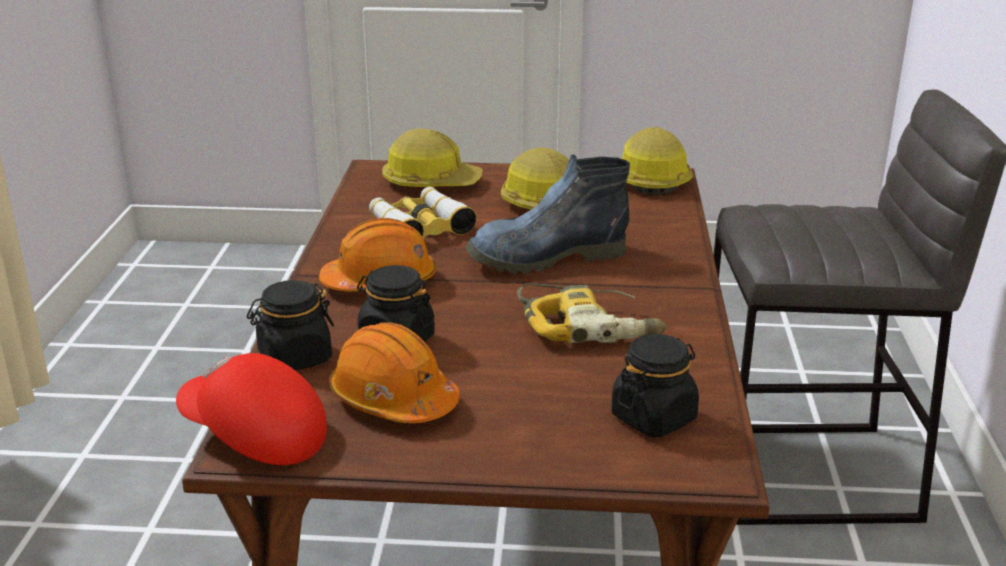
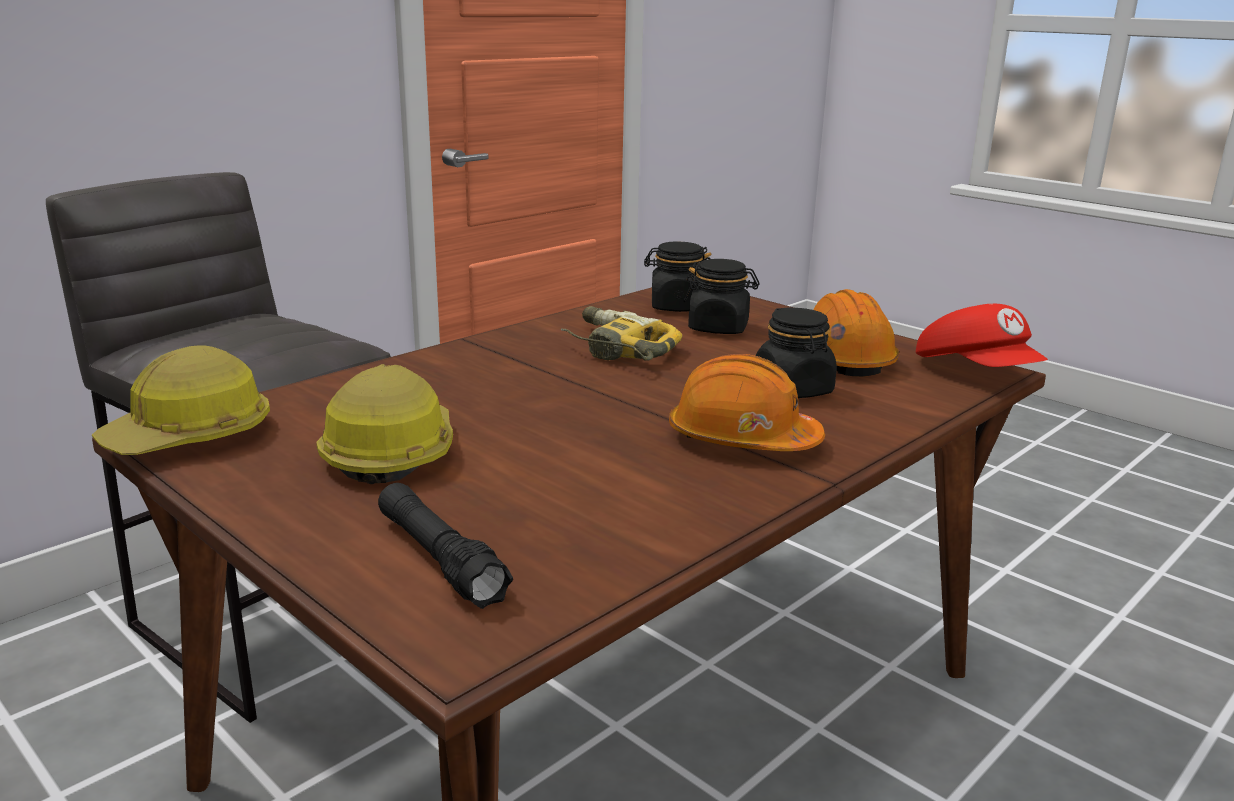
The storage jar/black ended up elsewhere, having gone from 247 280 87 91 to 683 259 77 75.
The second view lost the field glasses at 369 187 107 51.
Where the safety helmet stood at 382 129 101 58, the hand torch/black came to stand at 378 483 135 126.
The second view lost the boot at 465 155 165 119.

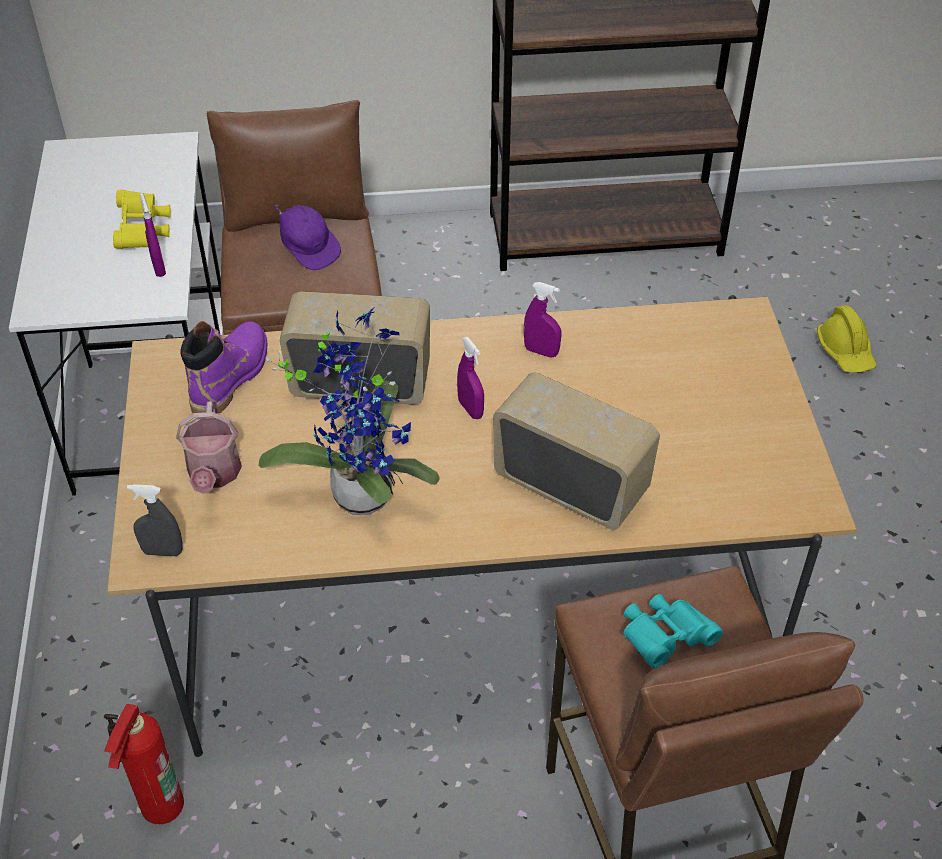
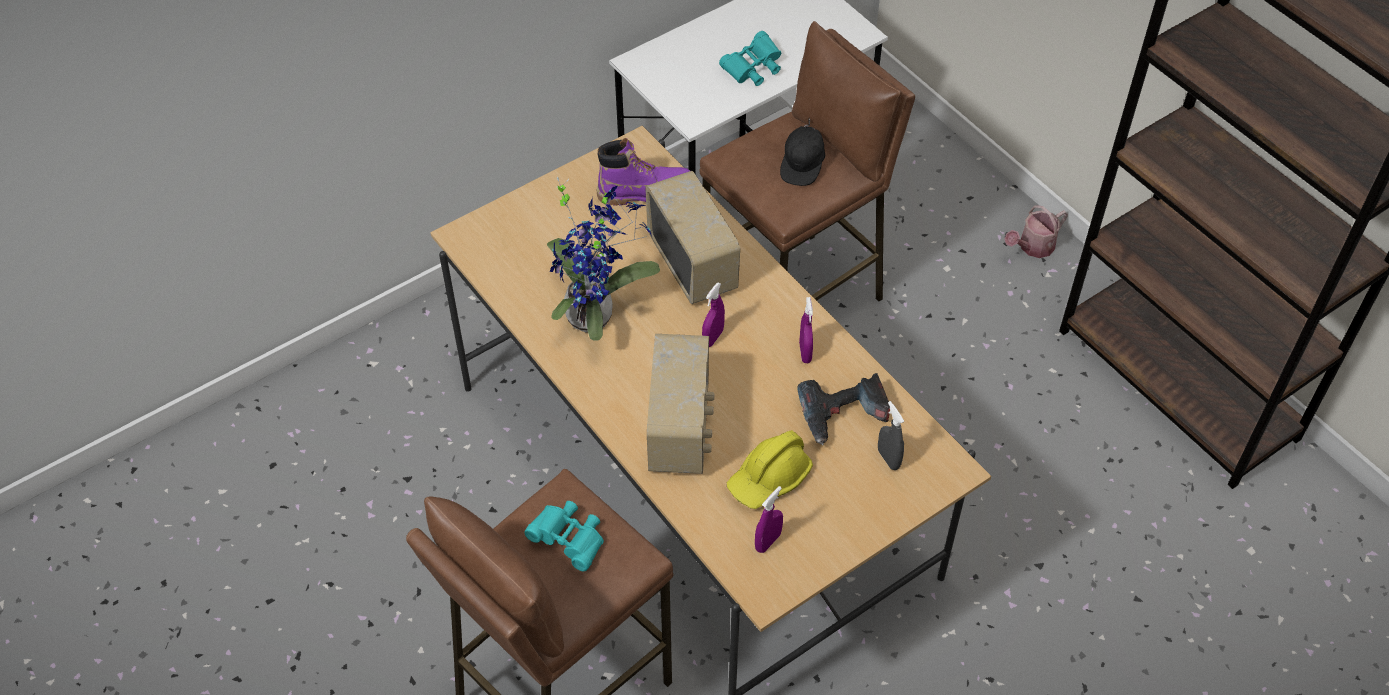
The second view lost the fire extinguisher at 104 704 80 120.
What was the field glasses/yellowish at 113 190 58 59 turned into the field glasses/turquoise-coloured at 719 31 62 55.
The sprayer/greyish ended up elsewhere, having gone from 127 484 56 72 to 878 401 26 69.
The sprayer/purple ended up elsewhere, having gone from 140 193 26 84 to 755 486 28 67.
The watering can ended up elsewhere, having gone from 176 402 66 92 to 1004 205 64 53.
What was the peaked cap/purple at 274 204 67 66 turned into the peaked cap/black at 780 118 45 68.
The safety helmet/yellowish ended up elsewhere, having gone from 817 305 60 68 to 727 430 86 79.
The second view gained the power drill at 797 373 93 72.

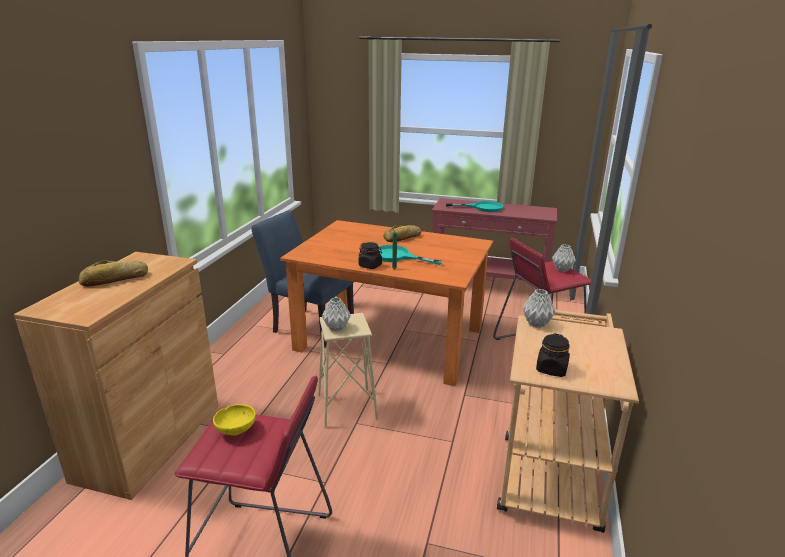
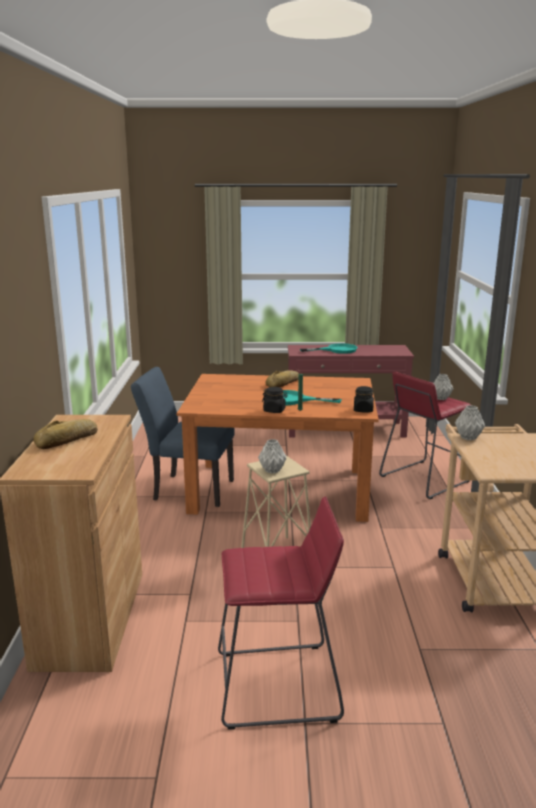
The second view lost the serving bowl/yellowish at 213 404 43 32.
The storage jar/black ended up elsewhere, having gone from 536 333 34 44 to 354 386 20 26.

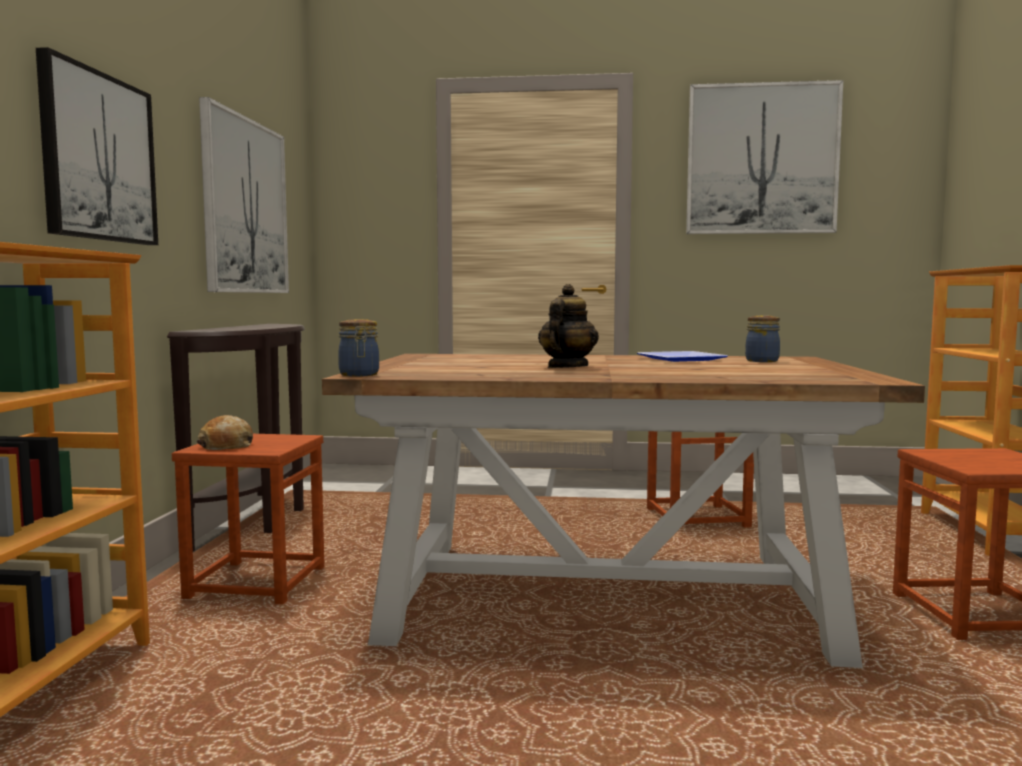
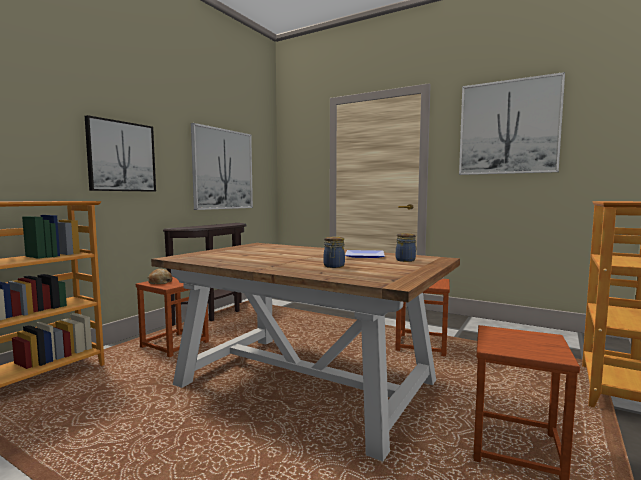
The storage jar ended up elsewhere, having gone from 338 319 41 58 to 323 236 22 32.
The second view lost the teapot at 538 284 61 84.

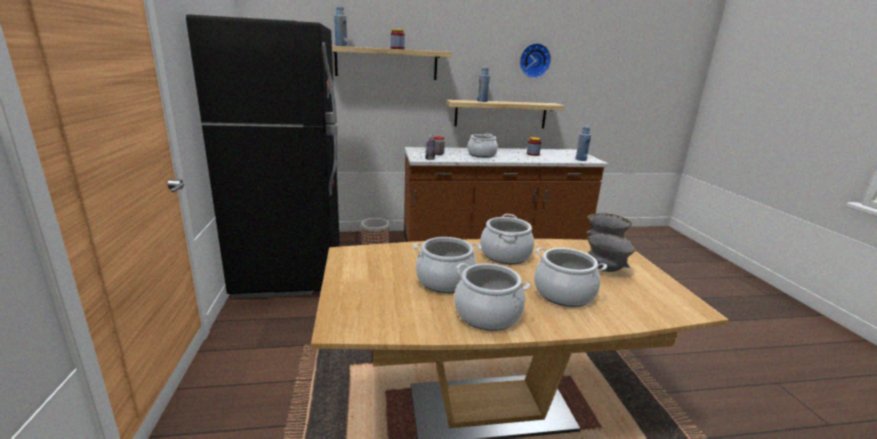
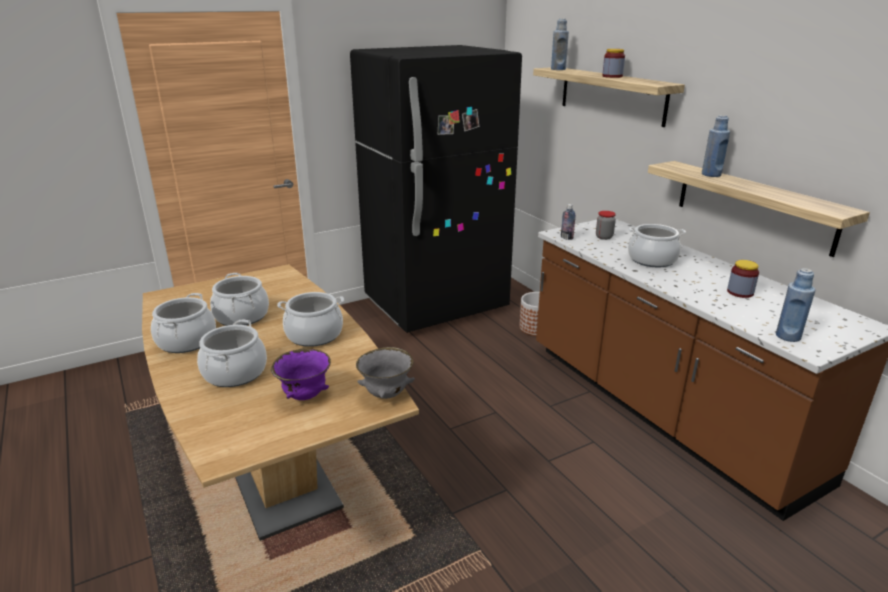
The second view lost the clock on the wall at 520 43 31 35.
What was the serving bowl/greyish at 587 233 50 39 turned into the serving bowl/purple at 271 348 60 52.

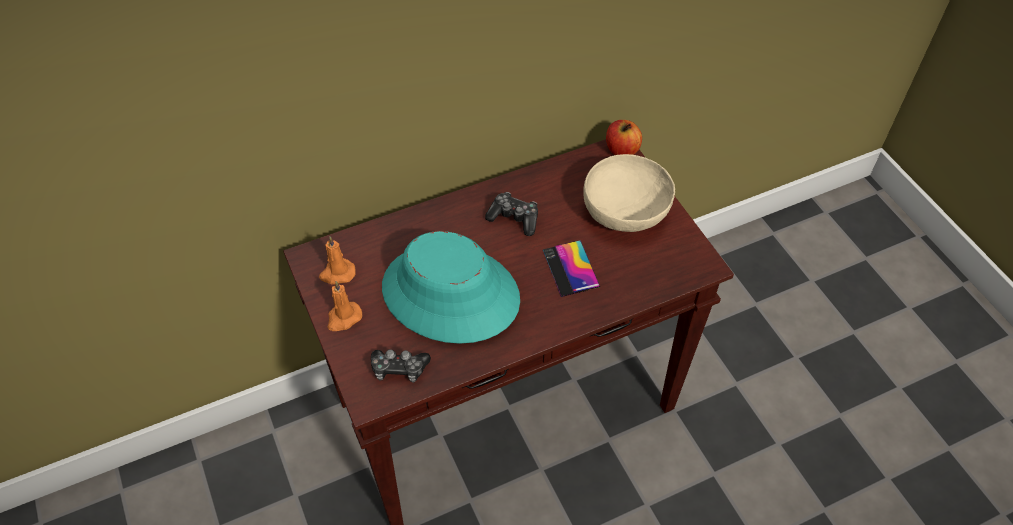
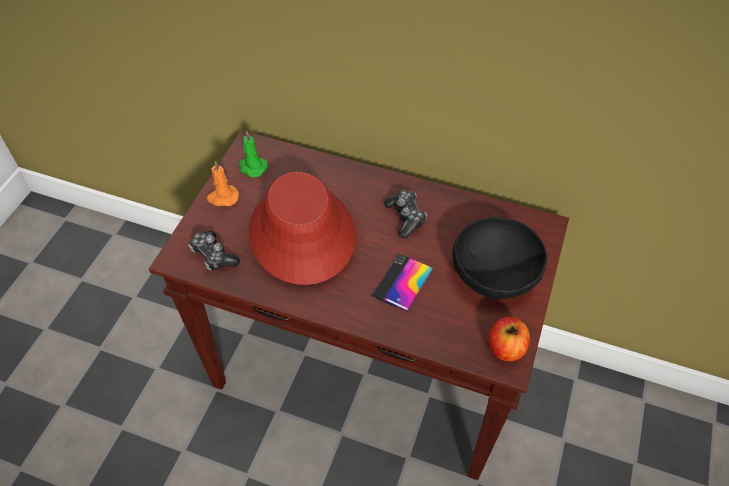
What was the wax candle/orange at 319 236 37 49 turned into the wax candle/greenish at 239 131 29 46.
What was the clothing hat/turquoise-coloured at 382 231 138 113 turned into the clothing hat/red at 249 172 107 113.
What was the serving bowl/sand-coloured at 583 154 92 78 turned into the serving bowl/black at 452 217 95 82.
The apple ended up elsewhere, having gone from 606 120 36 35 to 488 317 42 45.

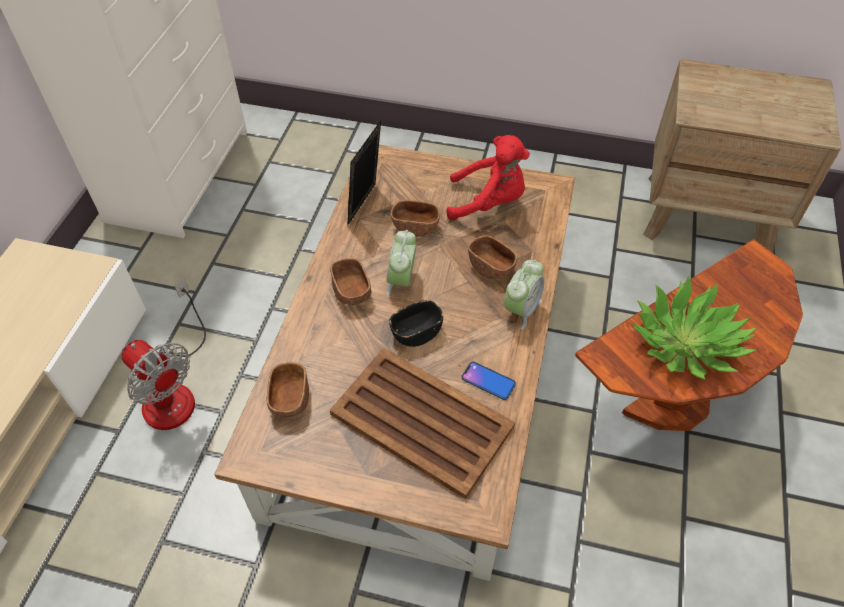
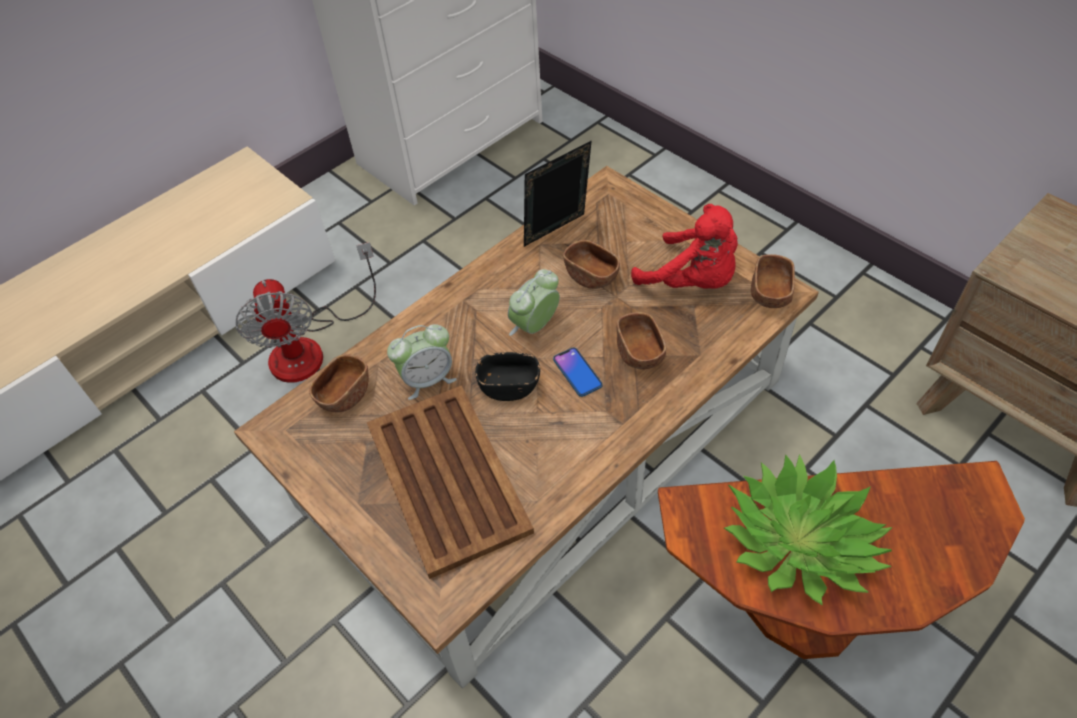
The serving bowl/brown ended up elsewhere, having gone from 330 258 41 47 to 751 254 44 54.
The telephone ended up elsewhere, having gone from 461 361 55 39 to 553 347 50 50.
The bedside clock ended up elsewhere, having gone from 504 260 41 70 to 387 324 70 76.

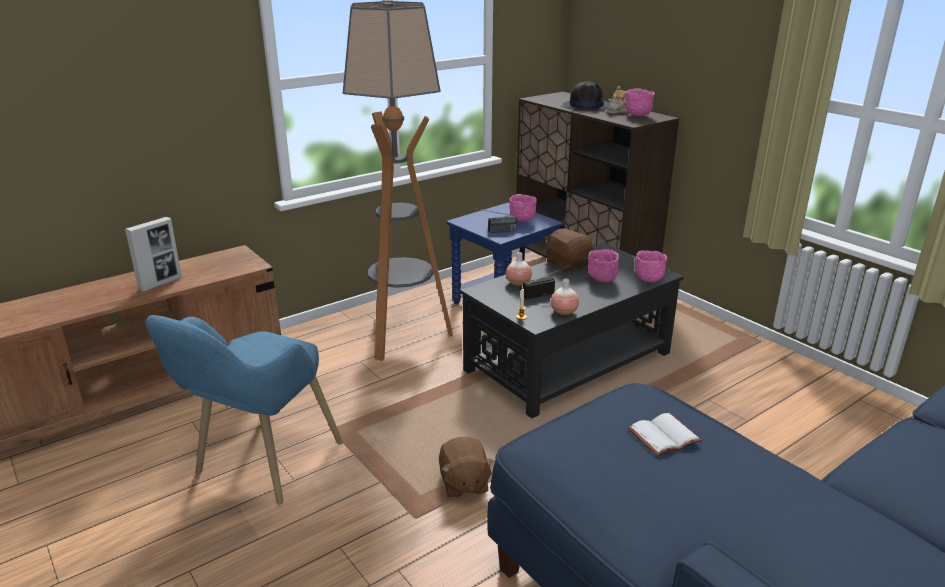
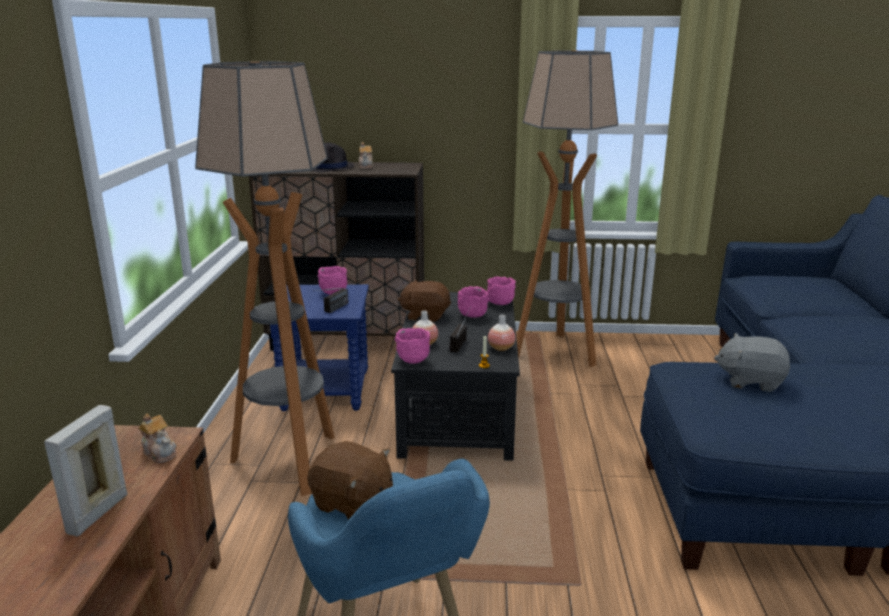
The picture frame at 125 217 57 75 ended up facing another way, 150 degrees counterclockwise from before.
The plush toy/brown ended up elsewhere, having gone from 439 437 55 60 to 307 441 86 79.
The serving bowl/pink-coloured ended up elsewhere, having gone from 626 88 29 28 to 395 328 35 36.
Where the volume/white-coloured stood at 628 413 74 43, the plush toy/greyish came to stand at 714 333 76 59.
The second view gained the teapot at 138 413 39 50.
The second view gained the floor lamp at 517 50 101 317.

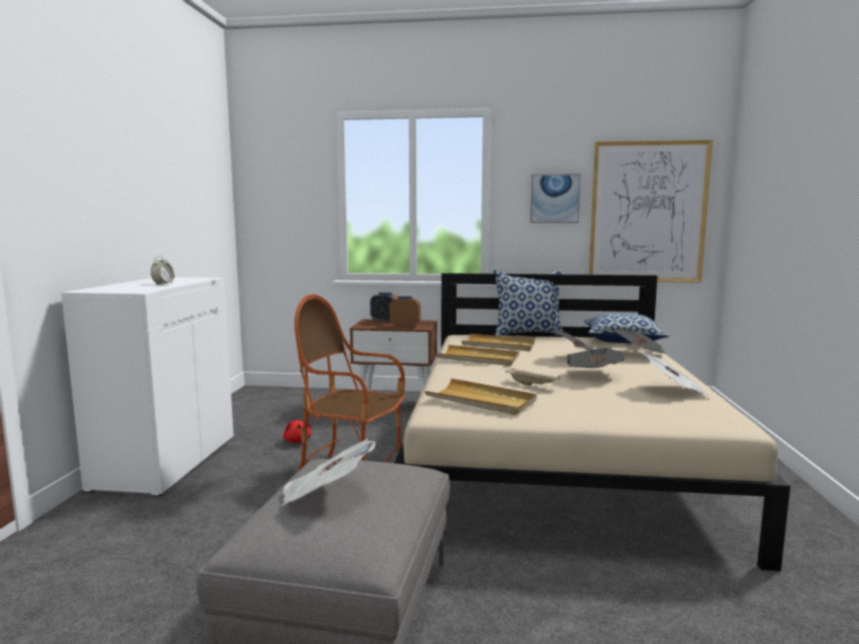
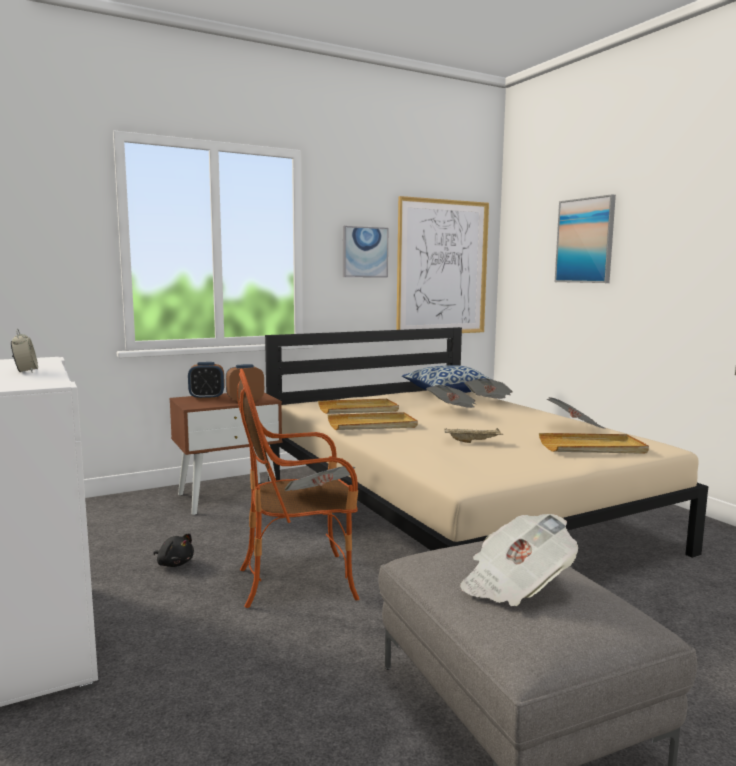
What was the plush toy/red at 283 420 28 23 turned into the plush toy/black at 153 533 41 34.
The carrying tray/sand-coloured ended up elsewhere, having gone from 425 378 112 37 to 539 433 110 21.
The second view lost the pillow at 493 269 70 67.
The daily paper ended up elsewhere, having gone from 567 348 58 20 to 285 466 70 25.
The second view gained the picture at 555 194 61 89.

